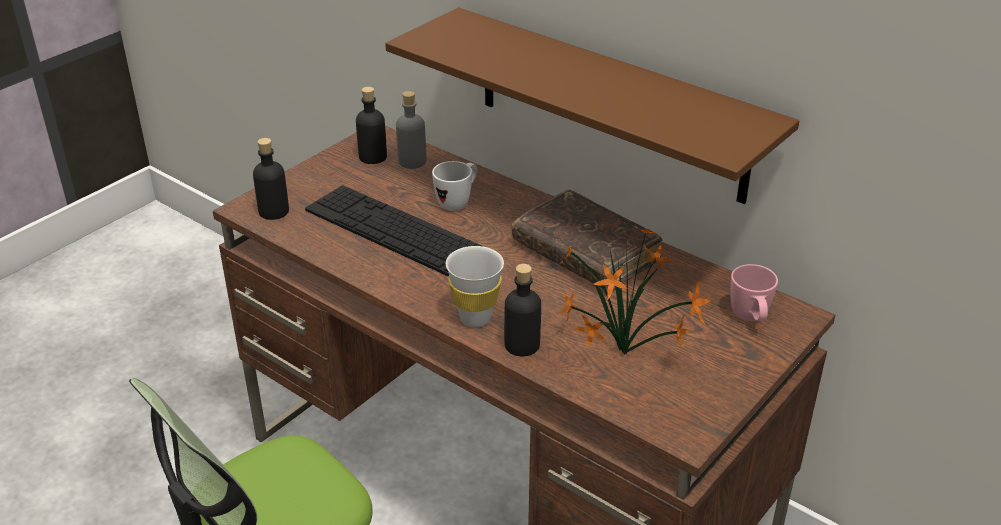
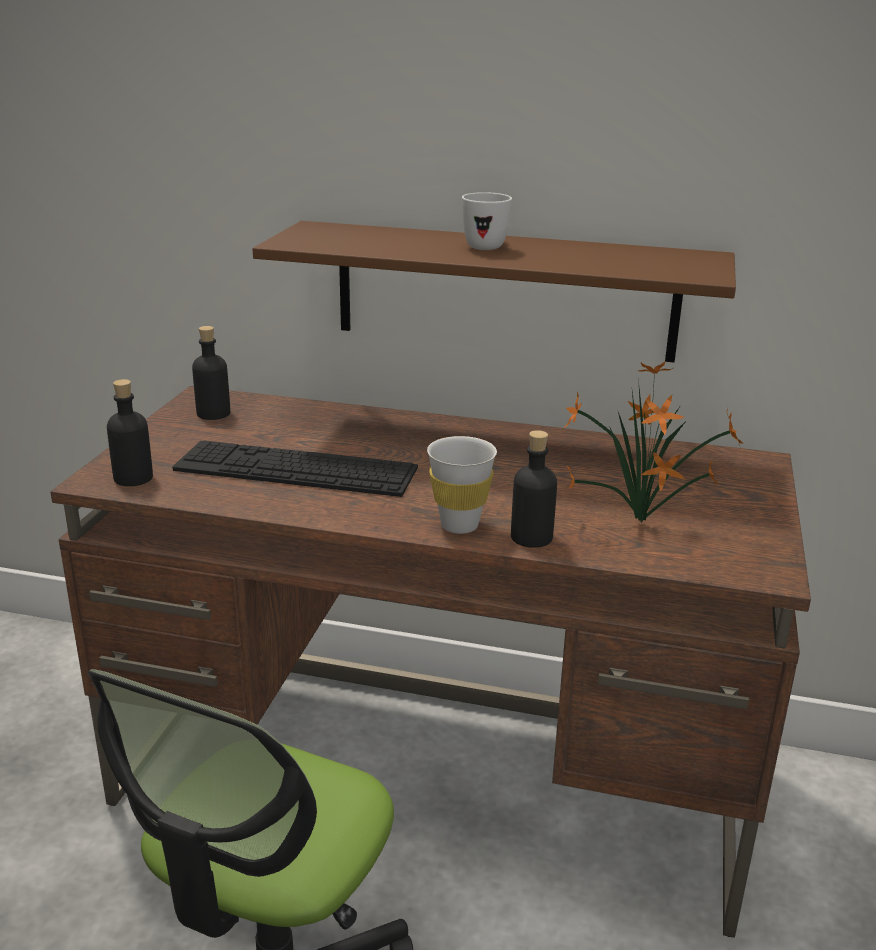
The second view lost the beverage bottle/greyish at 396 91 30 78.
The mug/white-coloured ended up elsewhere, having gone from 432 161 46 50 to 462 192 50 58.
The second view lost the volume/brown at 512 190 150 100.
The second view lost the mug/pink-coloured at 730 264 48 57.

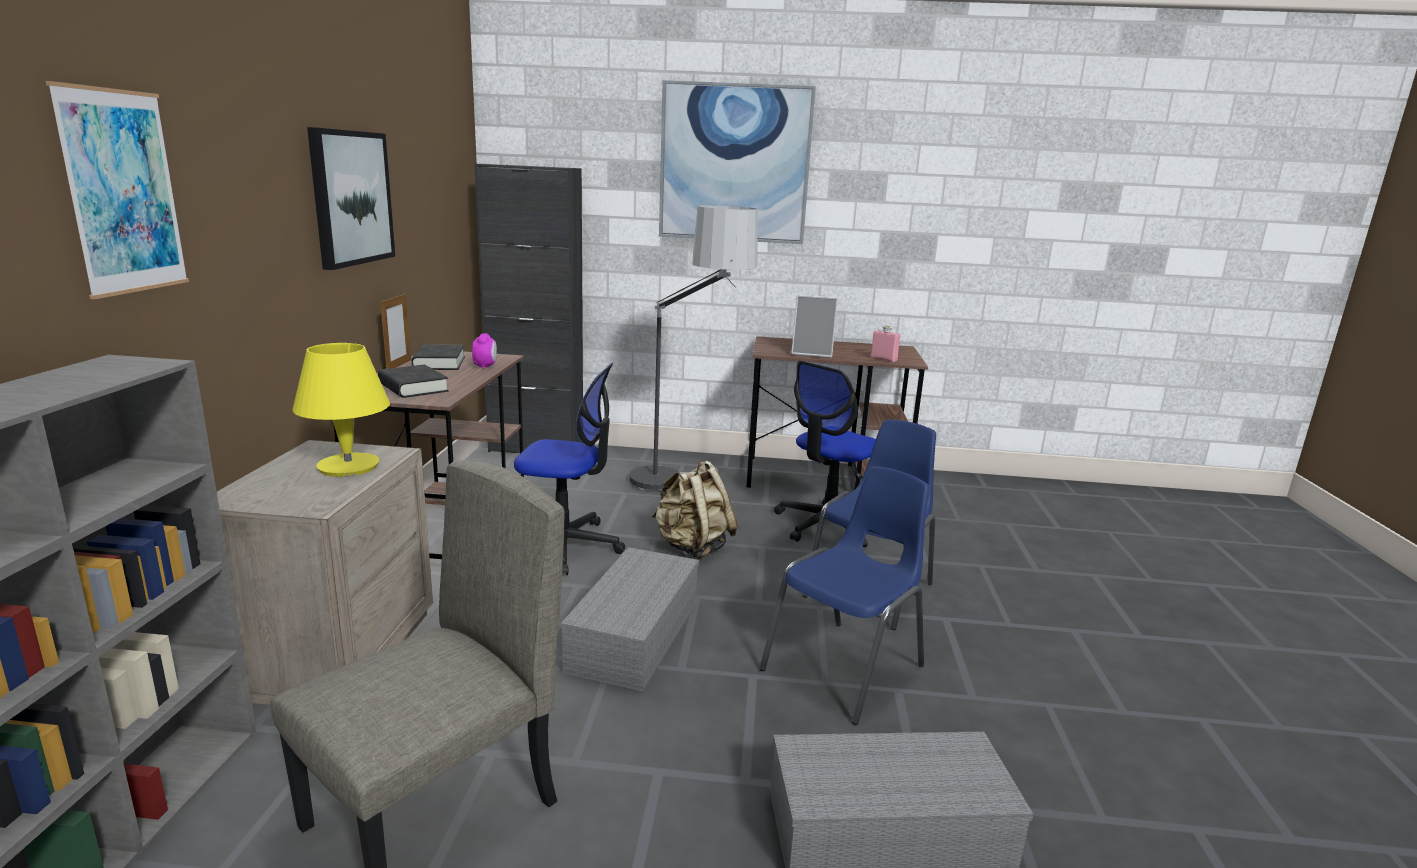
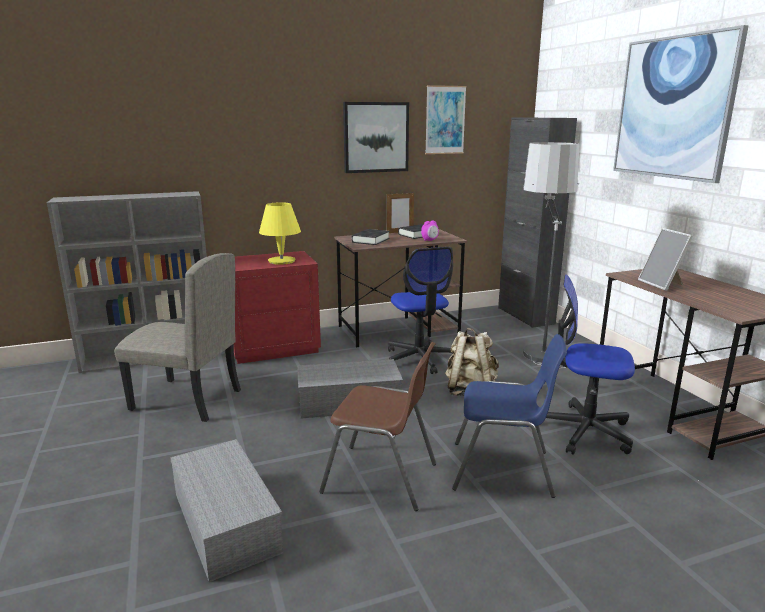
The picture ended up elsewhere, having gone from 46 81 143 218 to 425 85 42 69.
What was the nightstand/sand-coloured at 217 440 216 265 turned into the nightstand/red at 234 251 87 113.
What was the plain chair/blue-coloured at 760 466 170 259 turned into the plain chair/brown at 319 342 117 169.
The second view lost the beverage bottle/pink-coloured at 871 325 29 37.

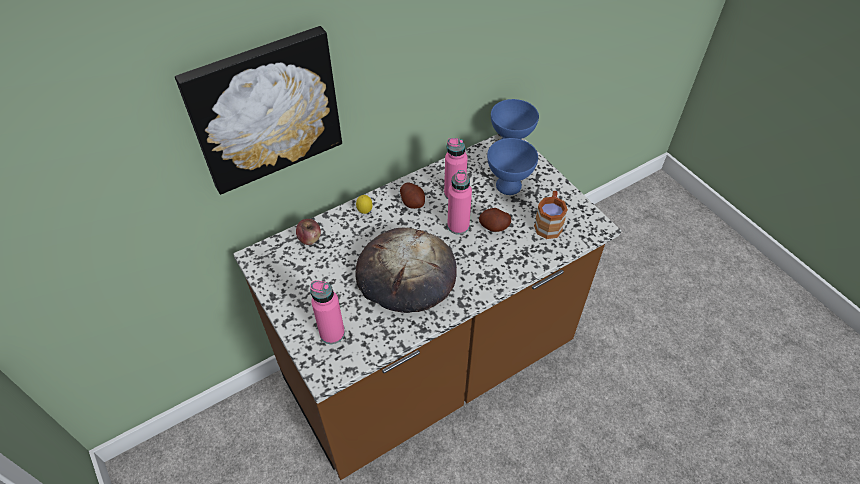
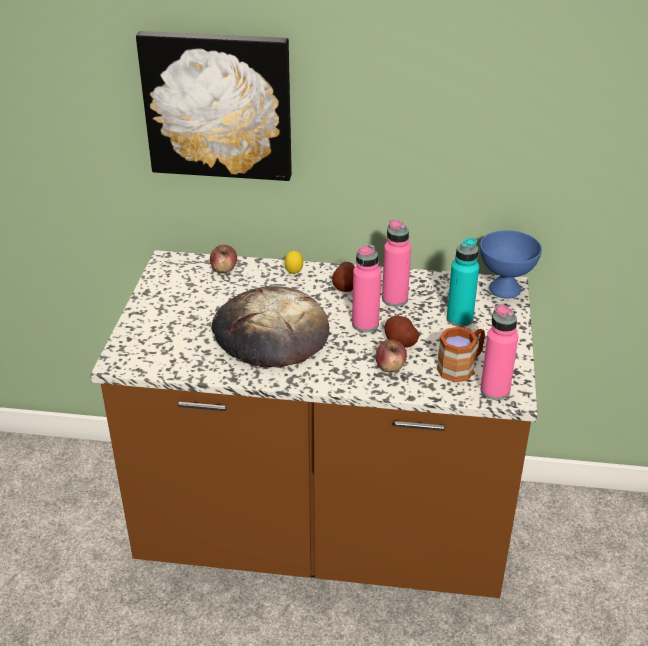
The beverage bottle/pink-coloured ended up elsewhere, having gone from 310 280 35 64 to 480 304 38 96.
Where the serving bowl/blue-coloured stood at 487 138 51 57, the beverage bottle/turquoise-coloured came to stand at 446 237 33 90.
The second view gained the apple at 375 339 32 33.

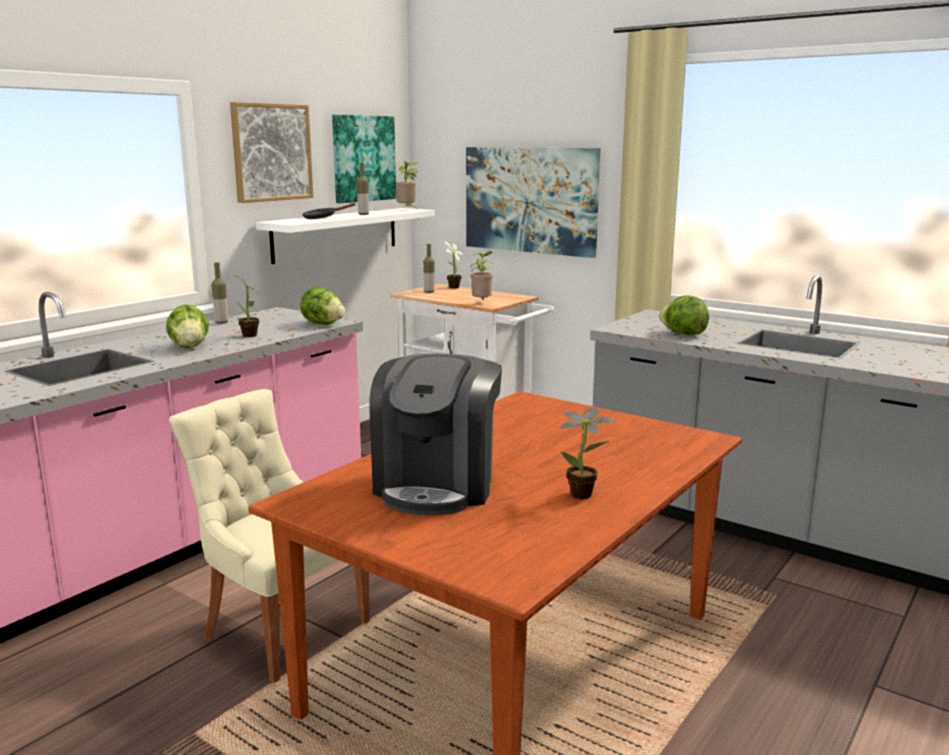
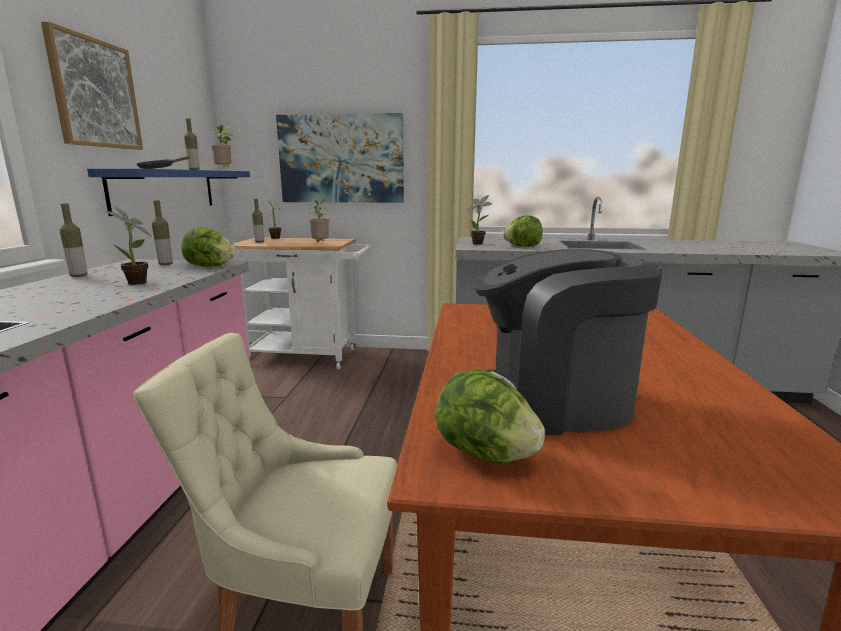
The lettuce head ended up elsewhere, having gone from 166 304 43 44 to 435 370 110 93.
What was the shelf/white-coloured at 256 208 179 56 turned into the shelf/blue-coloured at 87 168 163 48.
The second view lost the picture at 332 115 64 88.
The coffee brewer at 369 353 133 162 ended up facing another way, 105 degrees clockwise from before.
The houseplant ended up elsewhere, having gone from 560 408 56 91 to 466 195 26 50.
The second view gained the beverage bottle at 152 200 21 65.

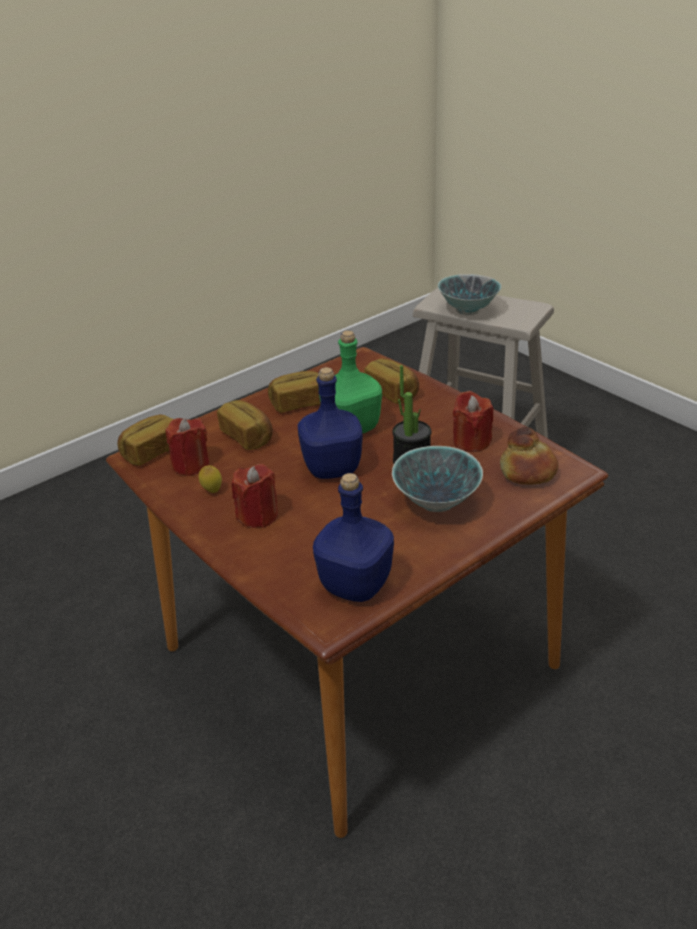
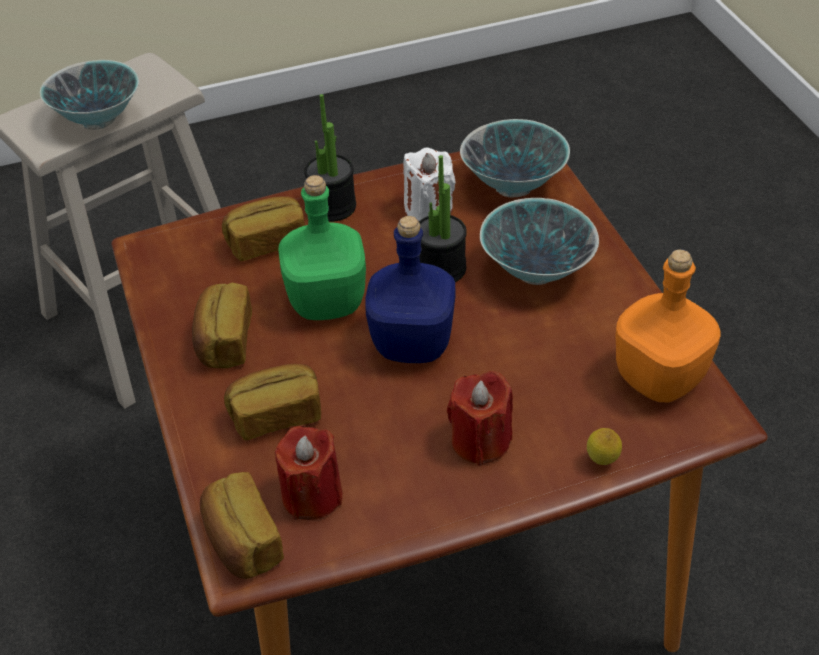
The citrus fruit ended up elsewhere, having gone from 199 465 23 28 to 587 428 35 37.
What was the beverage bottle/blue-coloured at 313 473 81 129 turned into the beverage bottle/orange at 615 249 105 154.
What was the wax candle/red at 453 391 40 61 turned into the wax candle/white-coloured at 403 147 53 74.
Where the bakery bread stood at 500 427 58 58, the serving bowl came to stand at 460 119 110 78.
The second view gained the houseplant at 304 94 52 128.

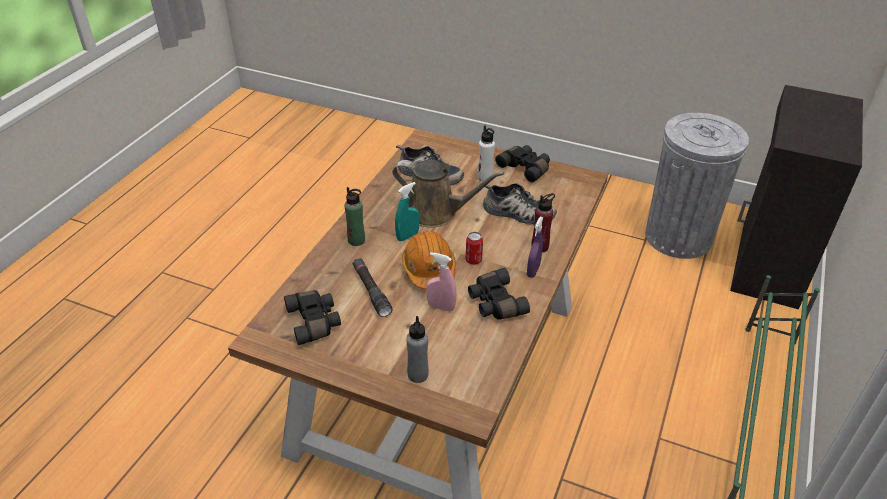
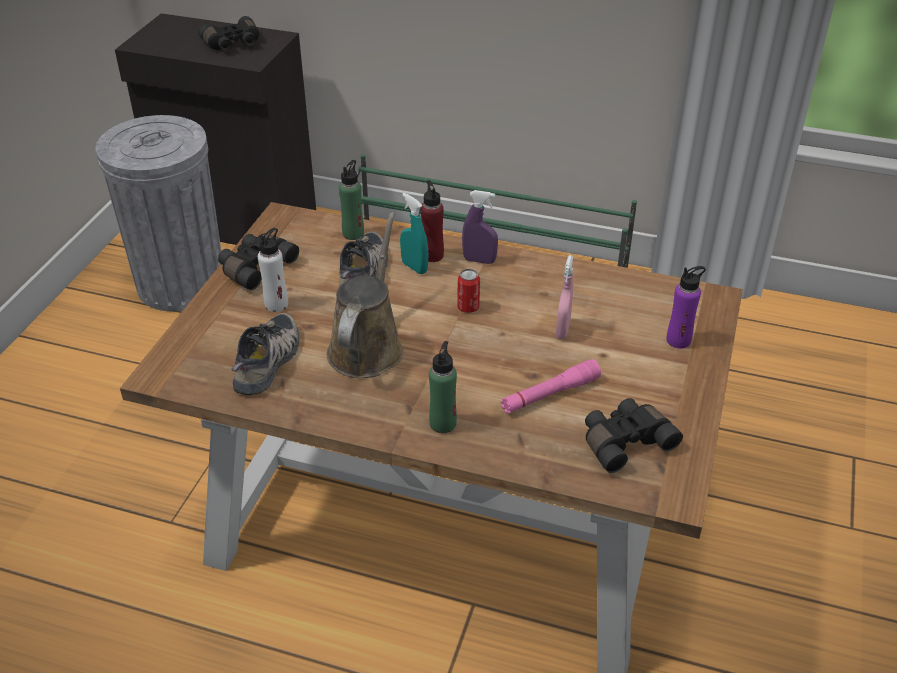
What was the hand torch/black at 353 258 39 59 turned into the hand torch/pink-coloured at 501 359 100 55.
The sprayer/turquoise-coloured ended up elsewhere, having gone from 395 182 24 59 to 400 193 28 81.
The second view lost the safety helmet/orange at 402 231 54 59.
What was the beverage bottle/greyish at 406 316 23 67 turned into the beverage bottle/purple at 666 266 40 83.
The field glasses/black ended up elsewhere, having gone from 468 268 62 52 to 198 16 61 36.
The second view gained the beverage bottle/greenish at 339 160 25 80.

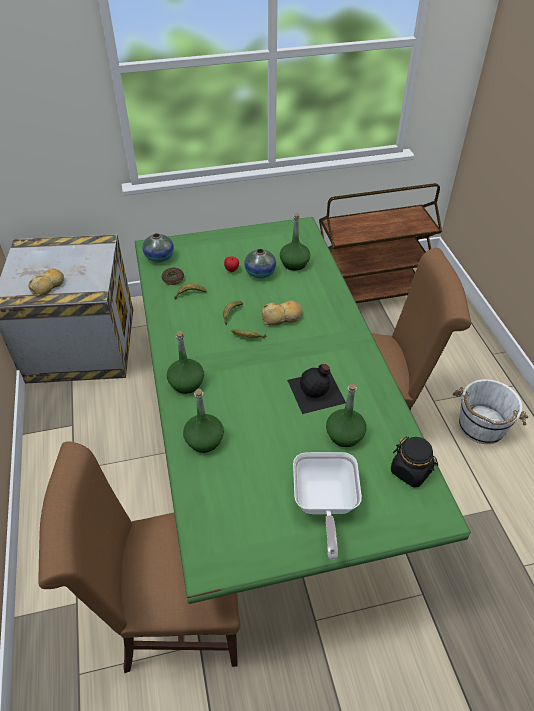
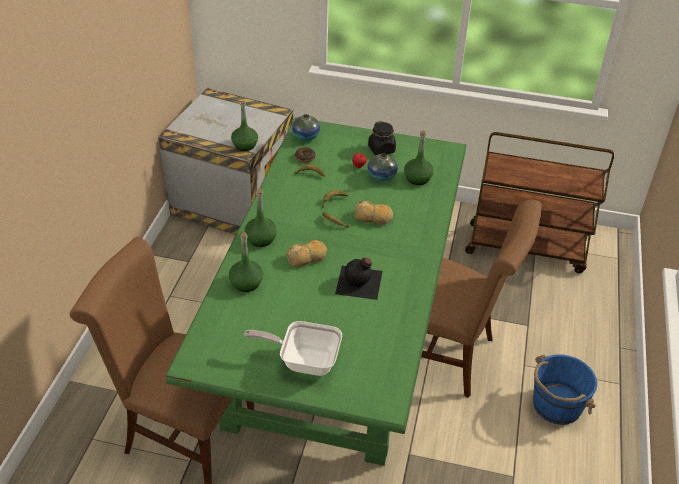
The bakery bread ended up elsewhere, having gone from 28 269 36 27 to 287 240 40 27.
The pan at 293 452 69 107 ended up facing another way, 75 degrees clockwise from before.
The beverage bottle/greenish ended up elsewhere, having gone from 326 384 40 63 to 231 101 27 50.
The storage jar/black ended up elsewhere, having gone from 391 436 47 51 to 368 121 28 34.
What was the bucket/white-coloured at 453 379 75 65 turned into the bucket/blue-coloured at 533 354 64 71.

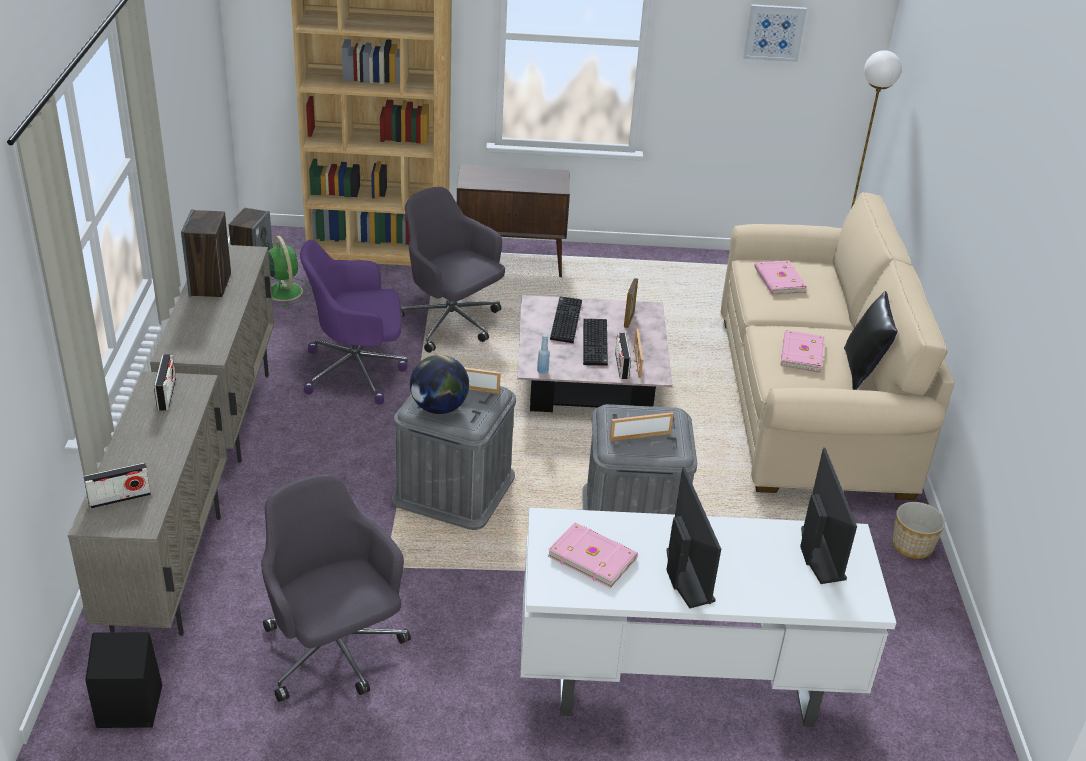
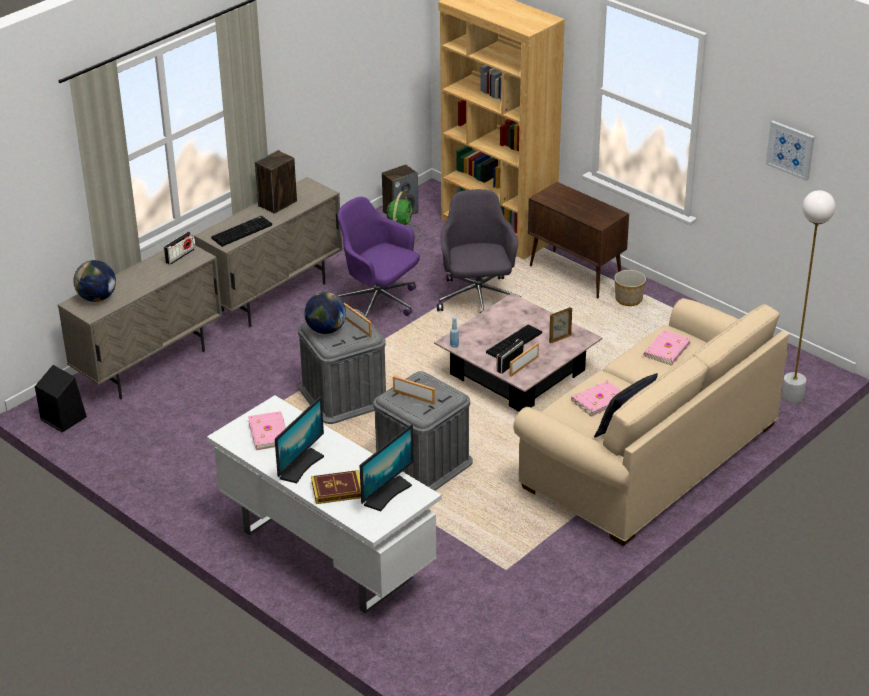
Where the radio receiver stood at 83 463 68 46, the world globe came to stand at 74 260 42 42.
The second view lost the computer chair/greyish at 261 474 150 228.
The computer keyboard ended up elsewhere, having gone from 550 296 32 47 to 211 216 61 31.
The planter ended up elsewhere, having gone from 892 502 53 57 to 614 270 32 36.
The second view gained the volume at 311 470 50 34.

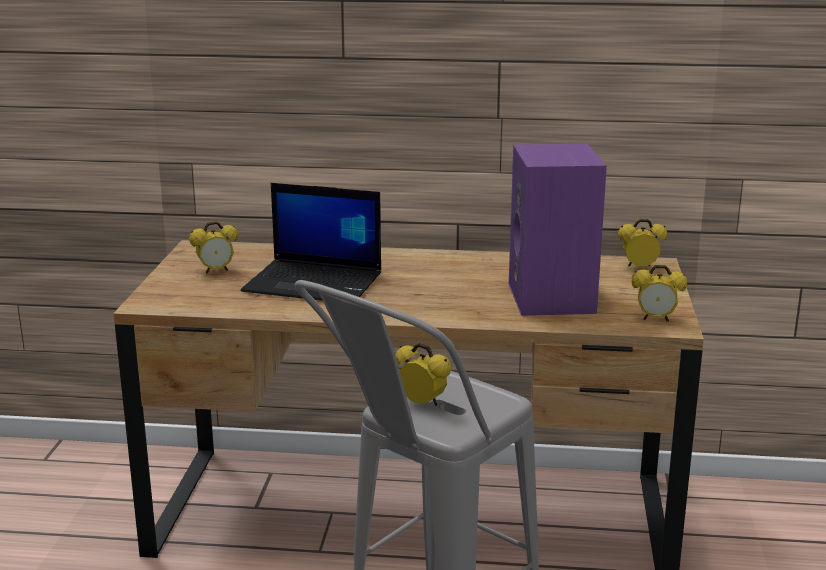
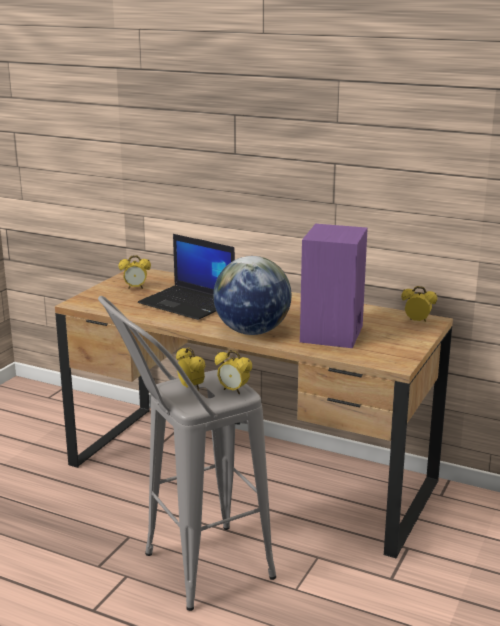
The bedside clock ended up elsewhere, having gone from 632 265 55 57 to 215 350 37 44.
The second view gained the world globe at 213 256 78 79.

